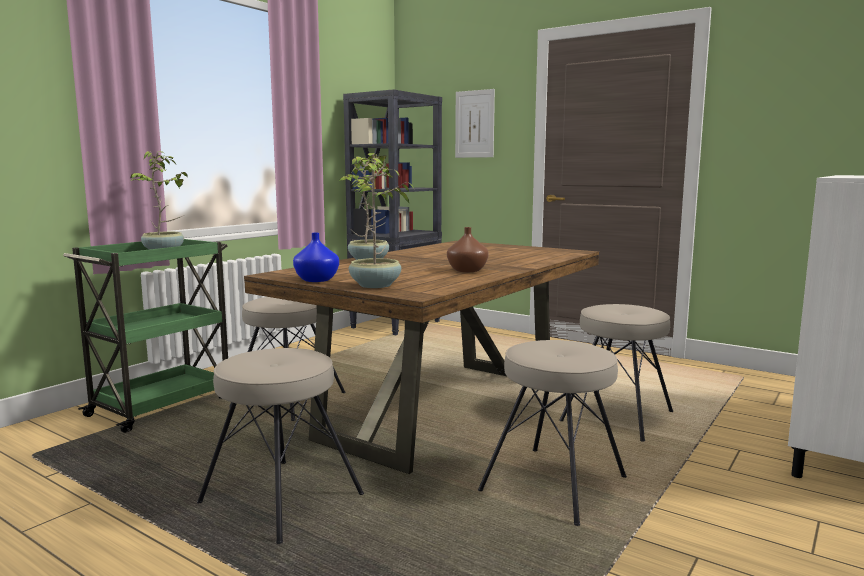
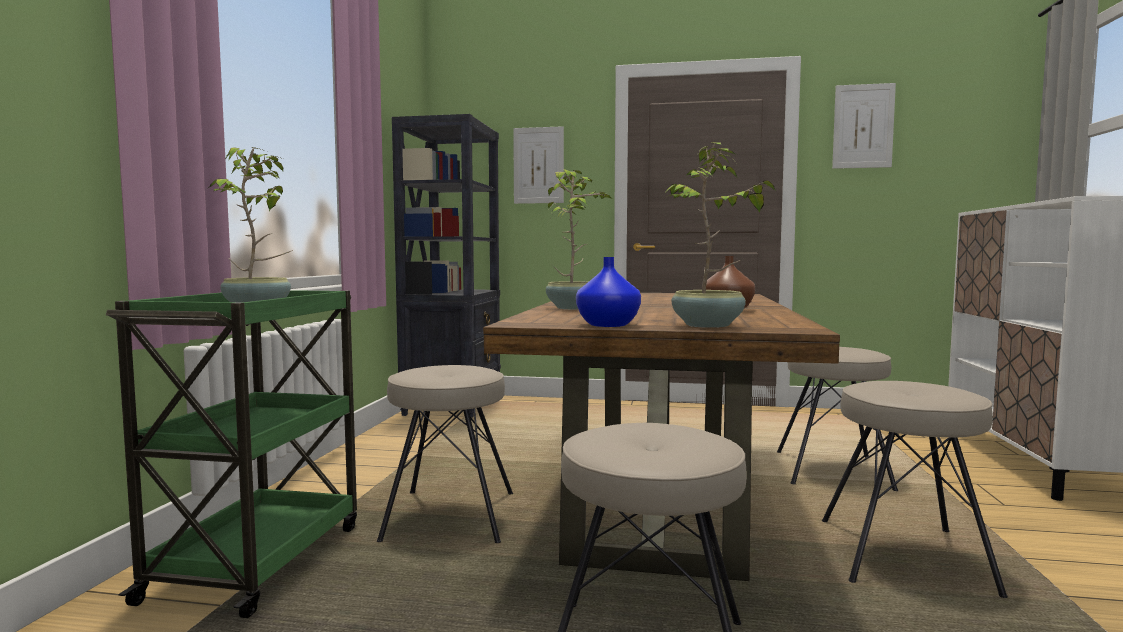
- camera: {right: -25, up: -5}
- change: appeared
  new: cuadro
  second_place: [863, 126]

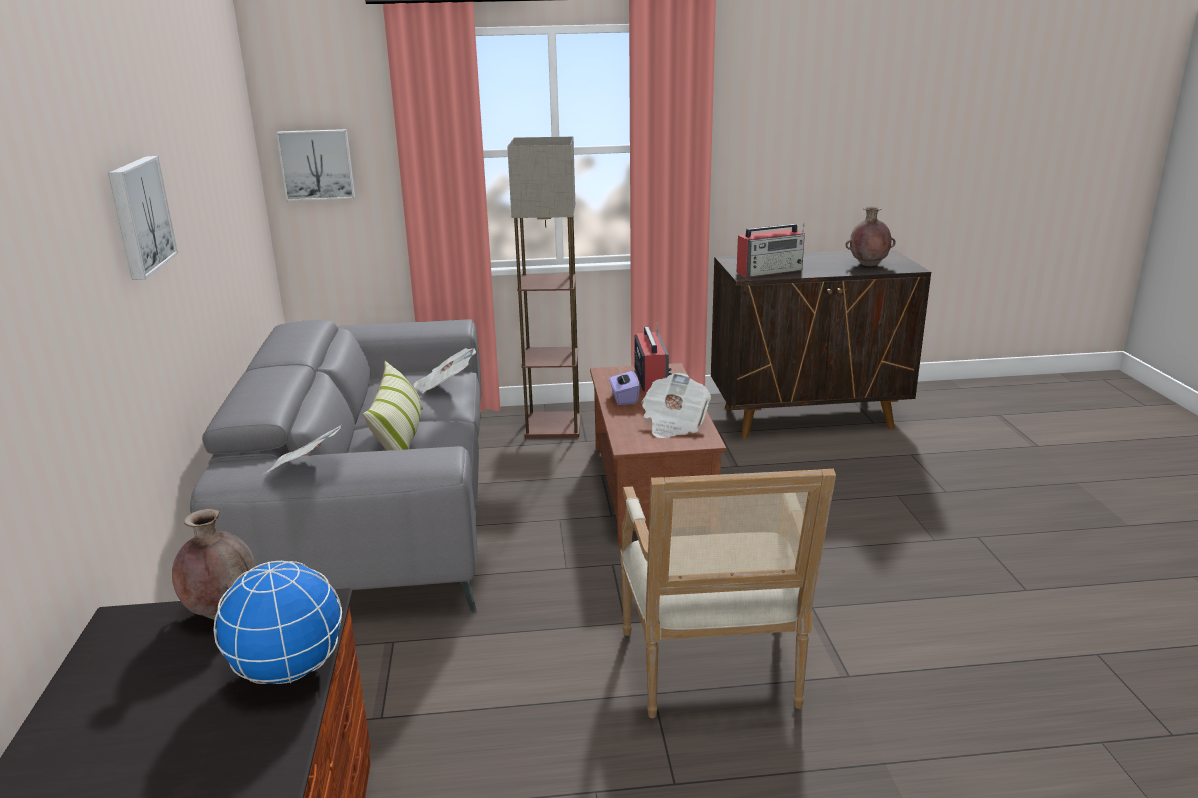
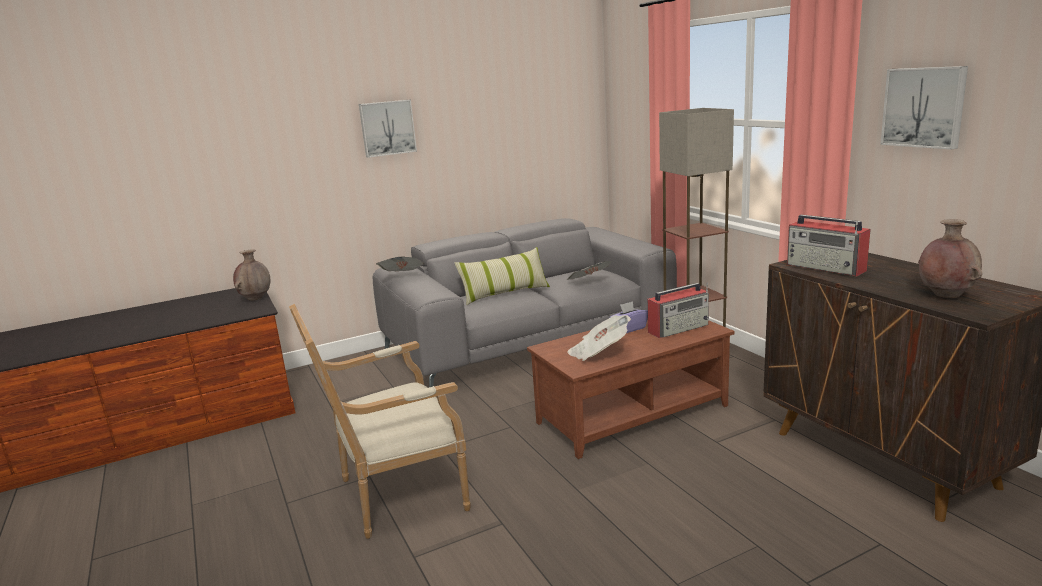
- camera: {right: 70, up: -5}
- change: relocated
  old: cuadro
  first_place: [317, 164]
  second_place: [924, 107]
- change: missing
  old: globo terráqueo
  first_place: [288, 670]

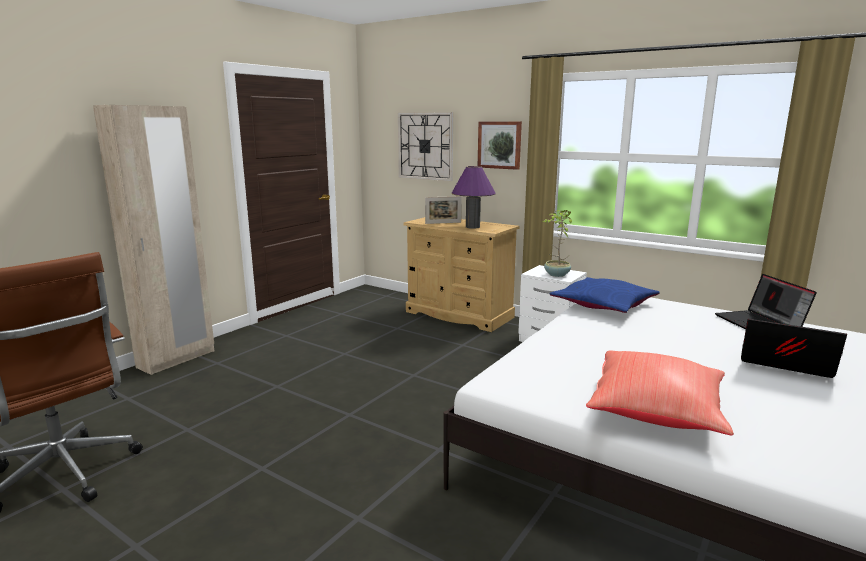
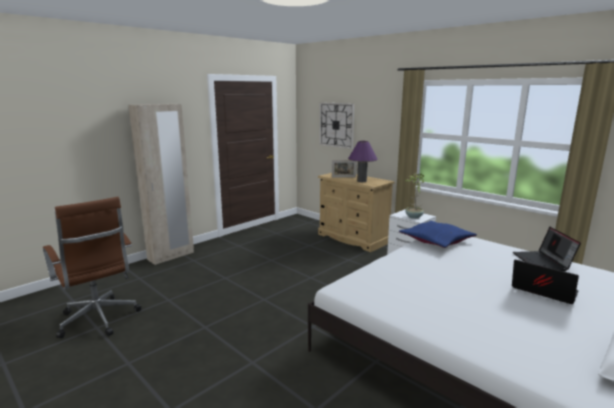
- camera: {right: 10, up: 0}
- change: missing
  old: cuadro
  first_place: [500, 145]
- change: missing
  old: cojín (rojo)
  first_place: [657, 413]

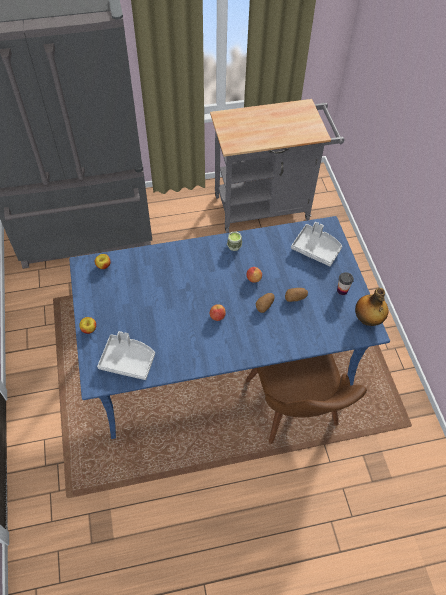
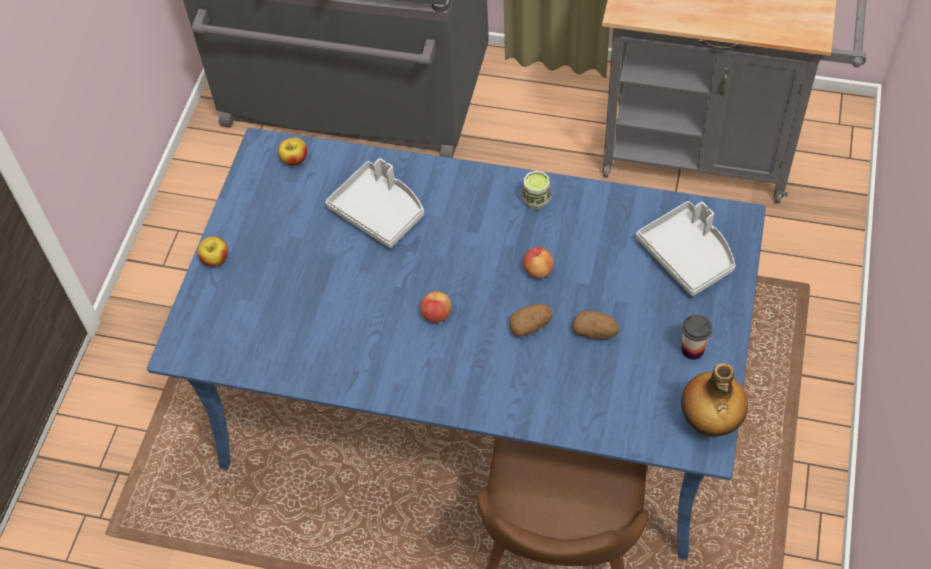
- camera: {right: 30, up: 0}
- change: relocated
  old: bandeja (gris)
  first_place: [128, 360]
  second_place: [379, 211]

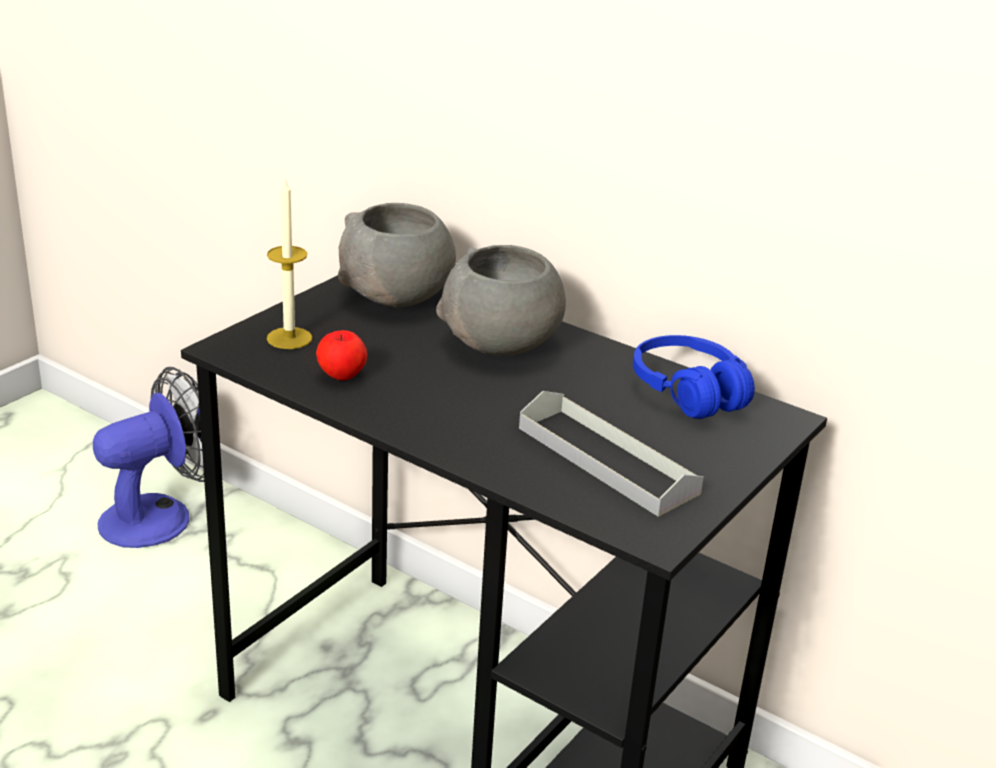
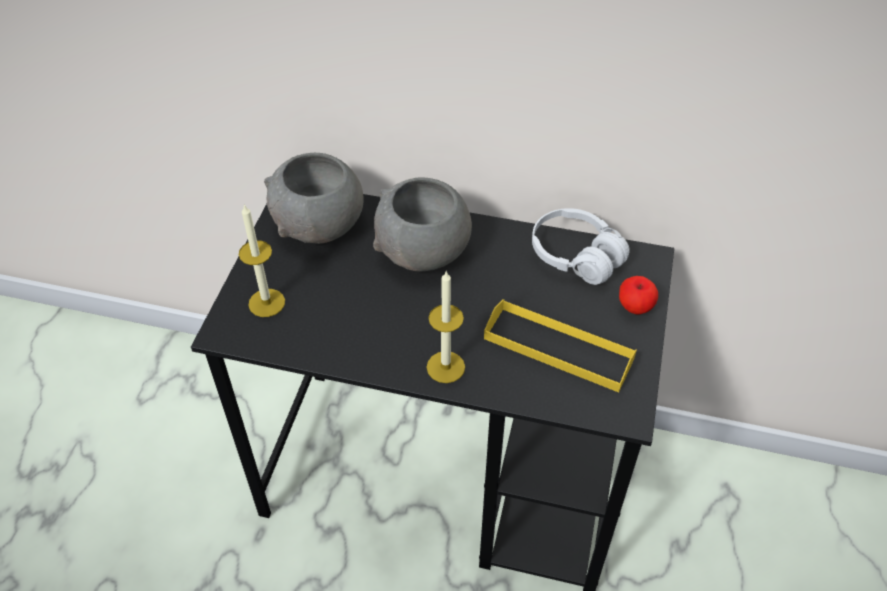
- camera: {right: -20, up: 20}
- change: relocated
  old: manzana
  first_place: [342, 375]
  second_place: [635, 306]
- change: colour
  old: auriculares (azul)
  new: auriculares (blanco)
  first_place: [688, 392]
  second_place: [576, 256]
- change: missing
  old: ventilador
  first_place: [160, 515]
- change: colour
  old: bandeja (gris)
  new: bandeja (amarillo)
  first_place: [606, 460]
  second_place: [558, 348]
- change: appeared
  new: vela
  second_place: [445, 367]

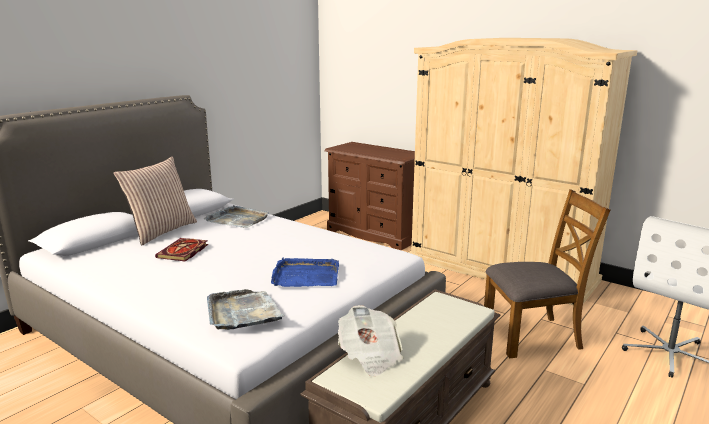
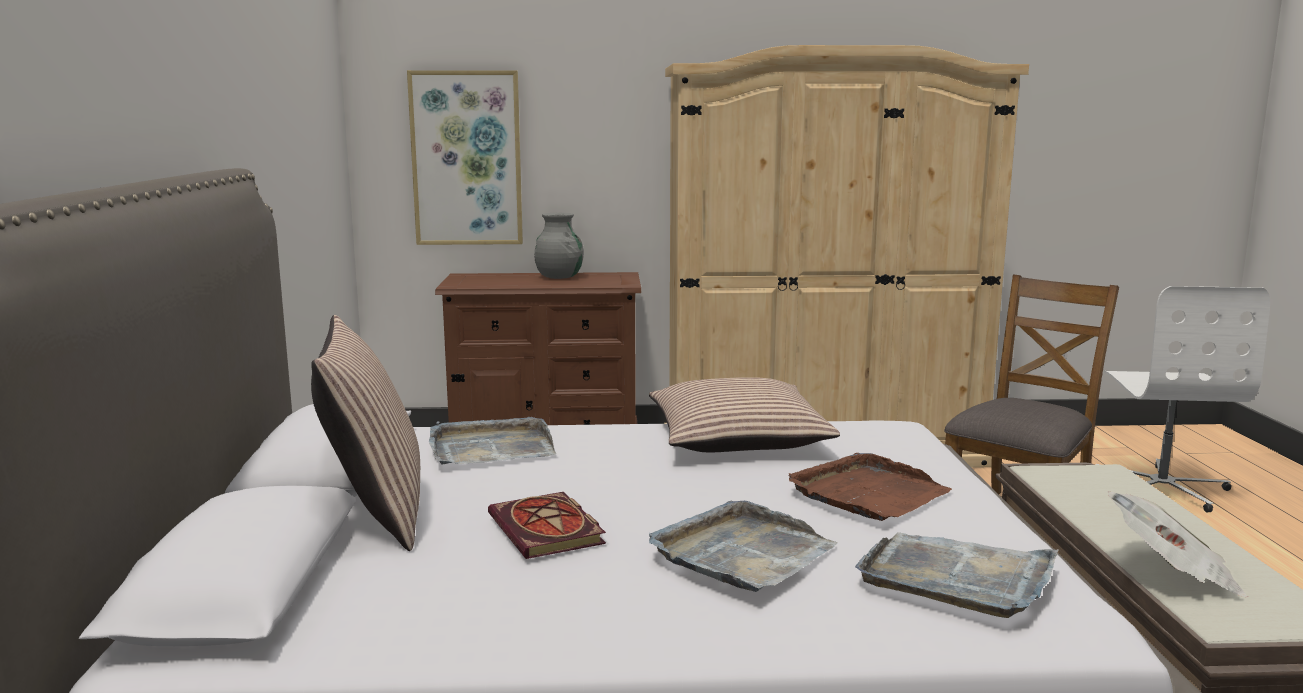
- camera: {right: -40, up: -5}
- change: colour
  old: bandeja (azul)
  new: bandeja (marrón)
  first_place: [305, 276]
  second_place: [868, 493]
- change: appeared
  new: cuadro
  second_place: [466, 158]
- change: appeared
  new: florero (gris)
  second_place: [559, 277]
- change: appeared
  new: cojín
  second_place: [737, 438]
- change: appeared
  new: bandeja (gris)
  second_place: [742, 553]

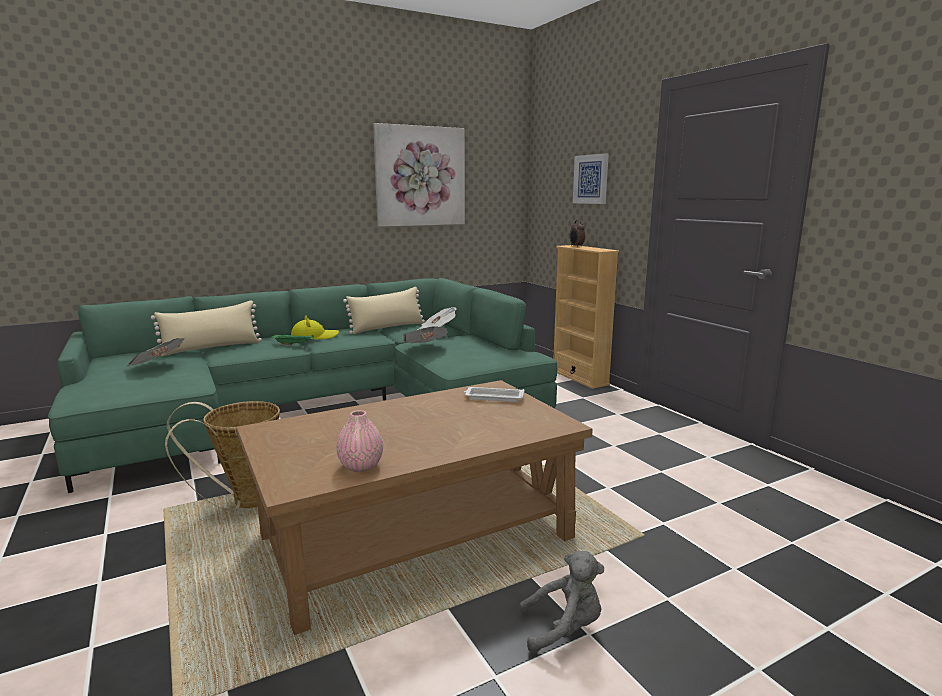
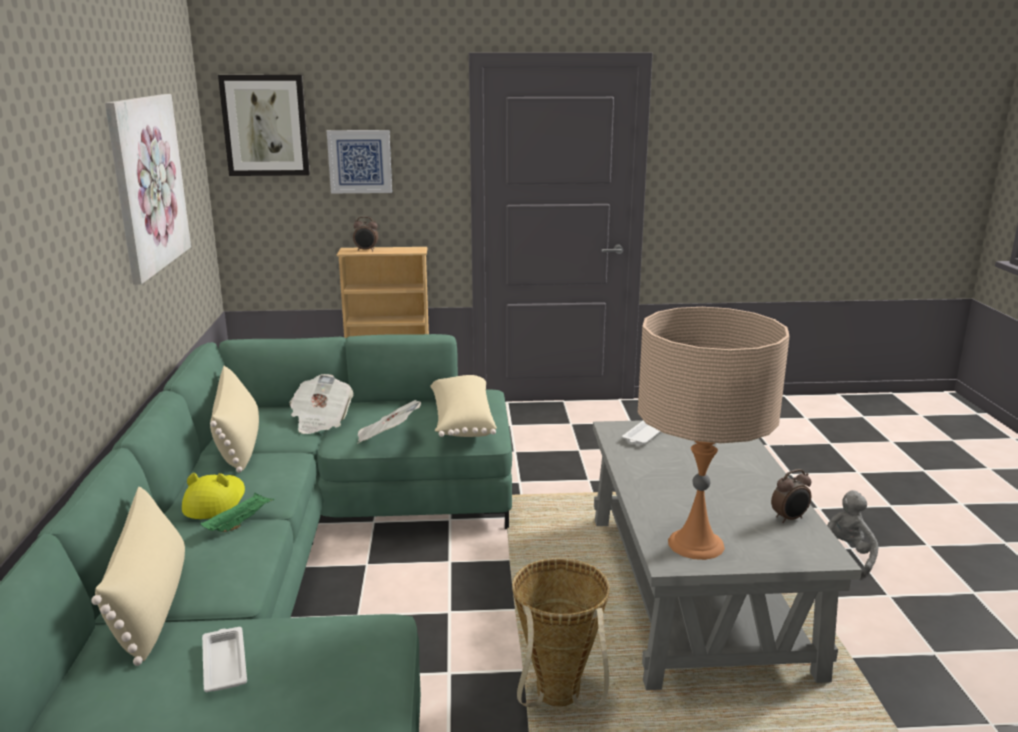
- camera: {right: -65, up: 5}
- change: exchanged
  old: periódico
  new: bandeja (blanco)
  first_place: [157, 366]
  second_place: [224, 663]
- change: colour
  old: mesa de centro (marrón)
  new: mesa de centro (gris)
  first_place: [417, 536]
  second_place: [694, 590]
- change: exchanged
  old: florero (rosa)
  new: despertador
  first_place: [361, 466]
  second_place: [789, 519]
- change: appeared
  new: cuadro
  second_place: [265, 125]
- change: appeared
  new: lámpara de mesa (beis)
  second_place: [696, 544]
- change: appeared
  new: cojín (beis)
  second_place: [461, 421]

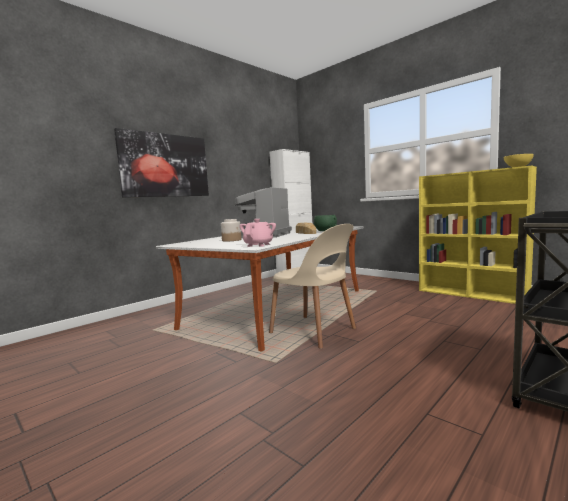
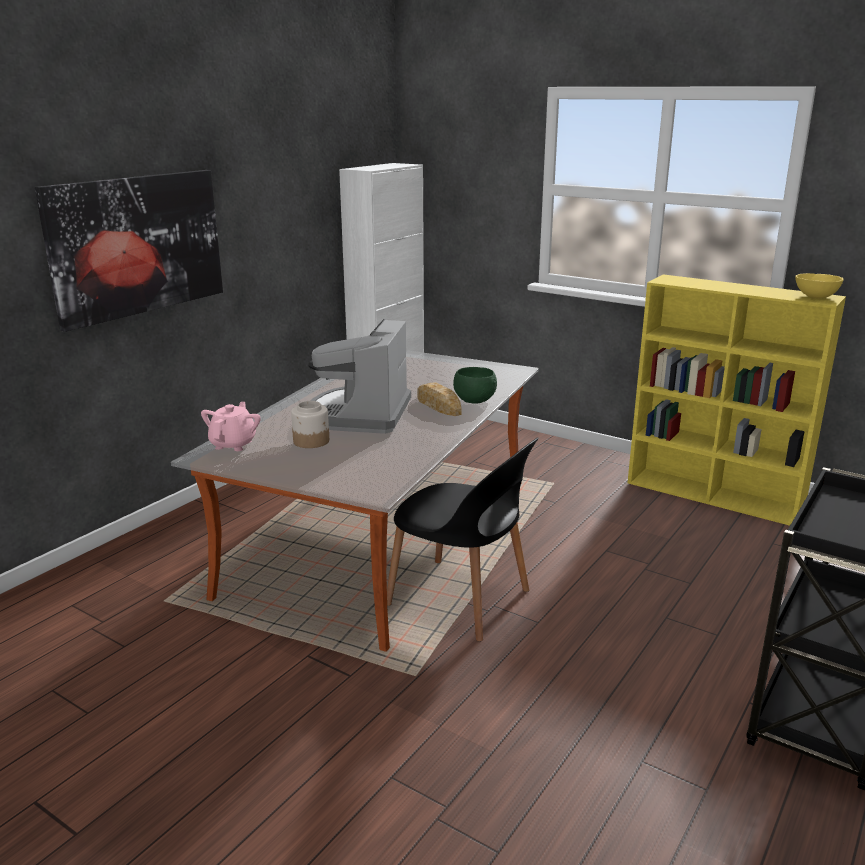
- camera: {right: -10, up: 15}
- change: relocated
  old: tetera (rosa)
  first_place: [258, 245]
  second_place: [233, 444]
- change: colour
  old: silla (beis)
  new: silla (negro)
  first_place: [314, 331]
  second_place: [461, 599]

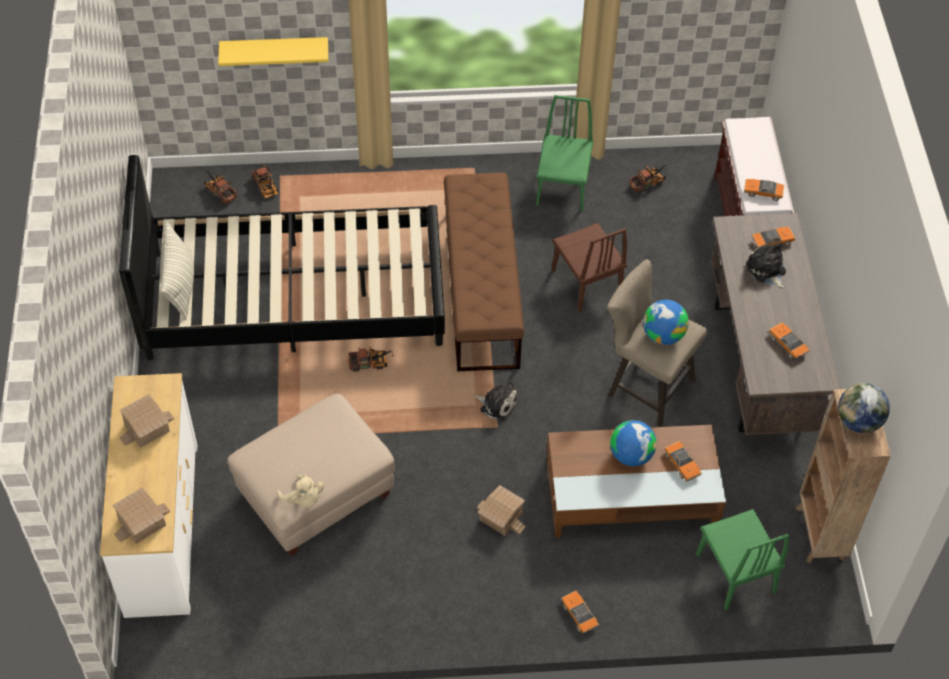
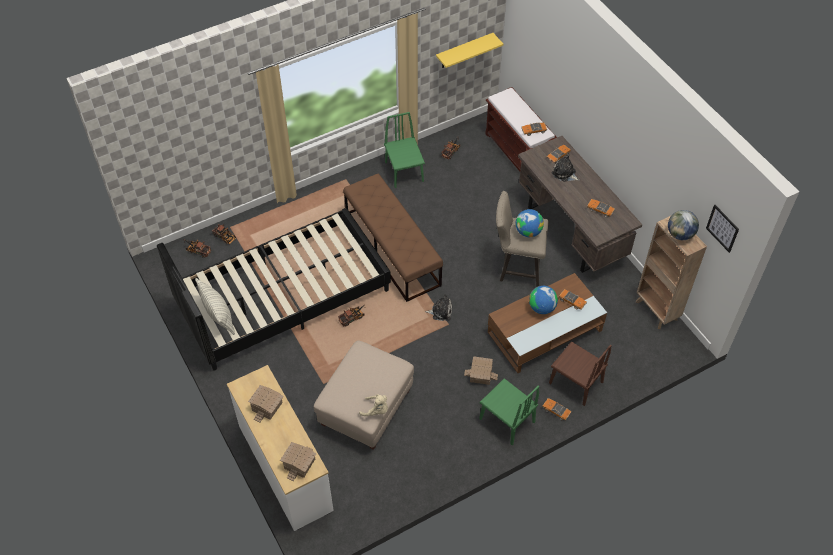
- camera: {right: -25, up: 0}
- change: relocated
  old: estante (amarillo)
  first_place: [275, 51]
  second_place: [464, 51]
- change: relocated
  old: silla (marrón)
  first_place: [586, 282]
  second_place: [575, 382]
- change: relocated
  old: silla (verde)
  first_place: [735, 573]
  second_place: [507, 420]
- change: appeared
  new: cuadro
  second_place: [722, 228]

